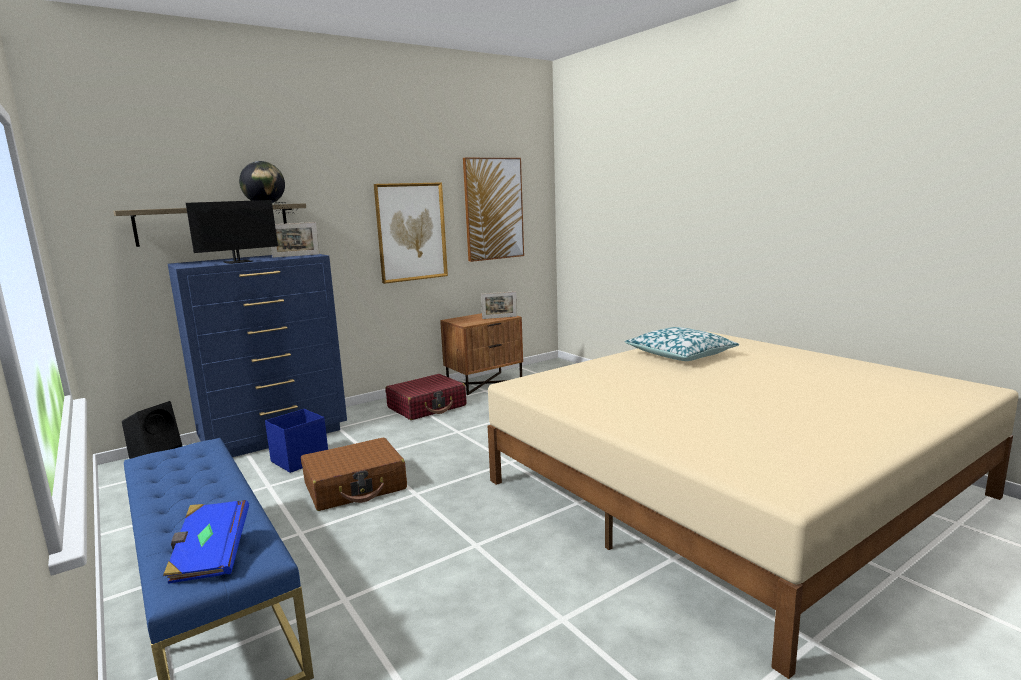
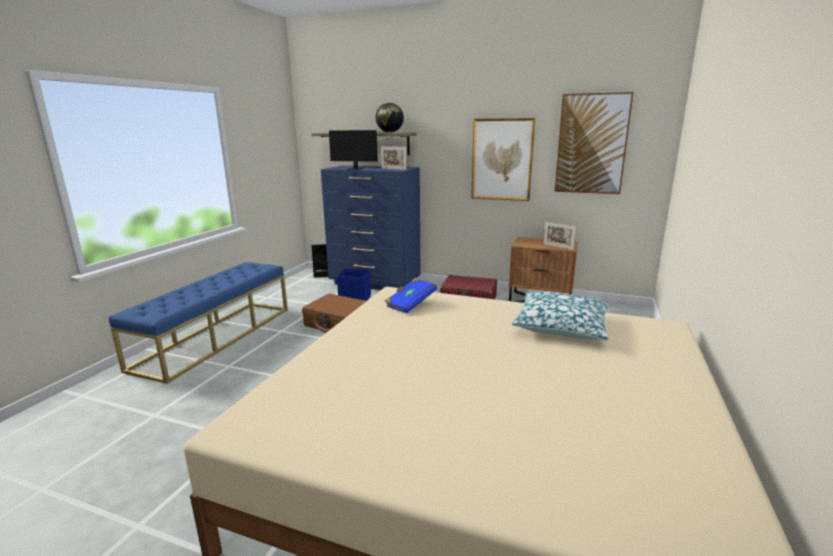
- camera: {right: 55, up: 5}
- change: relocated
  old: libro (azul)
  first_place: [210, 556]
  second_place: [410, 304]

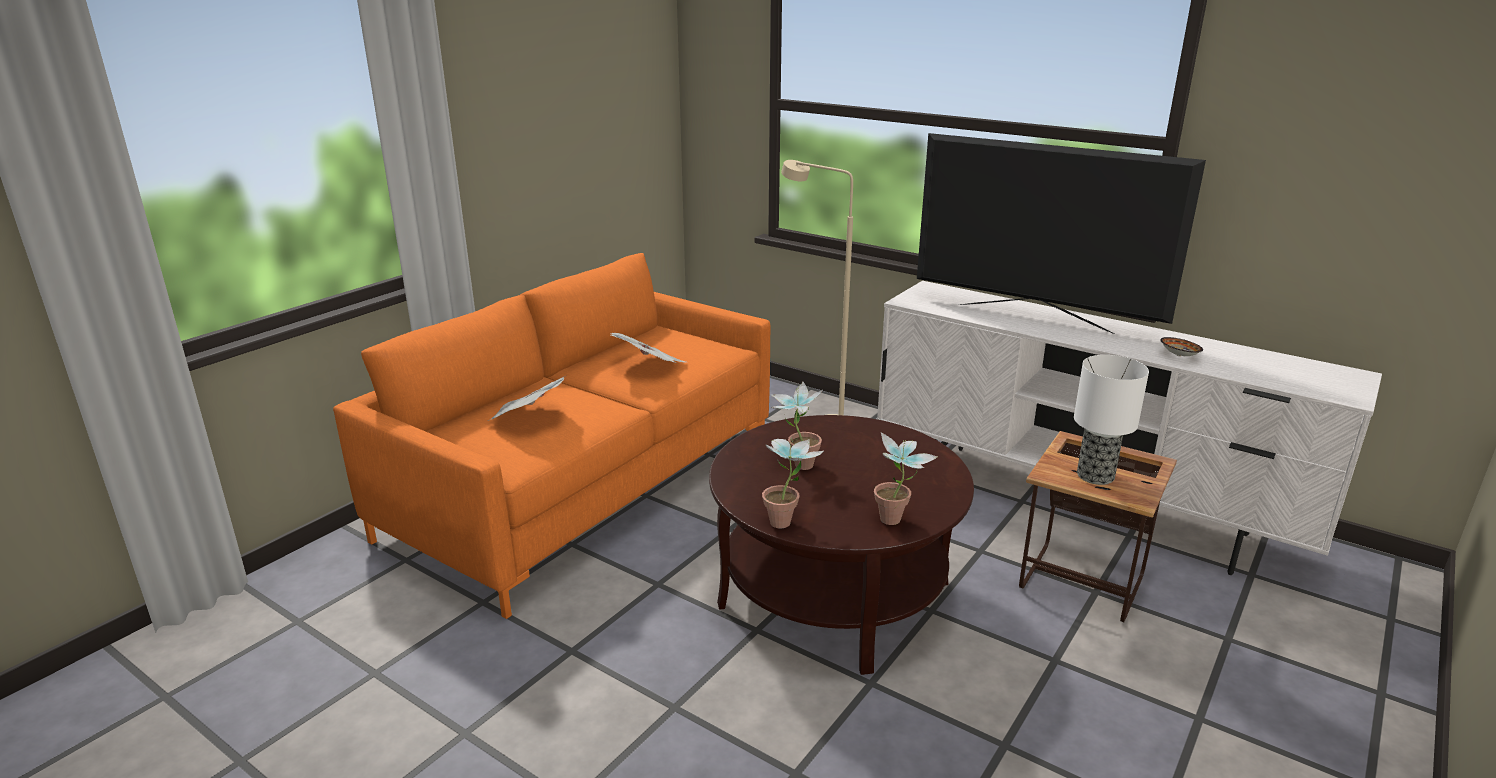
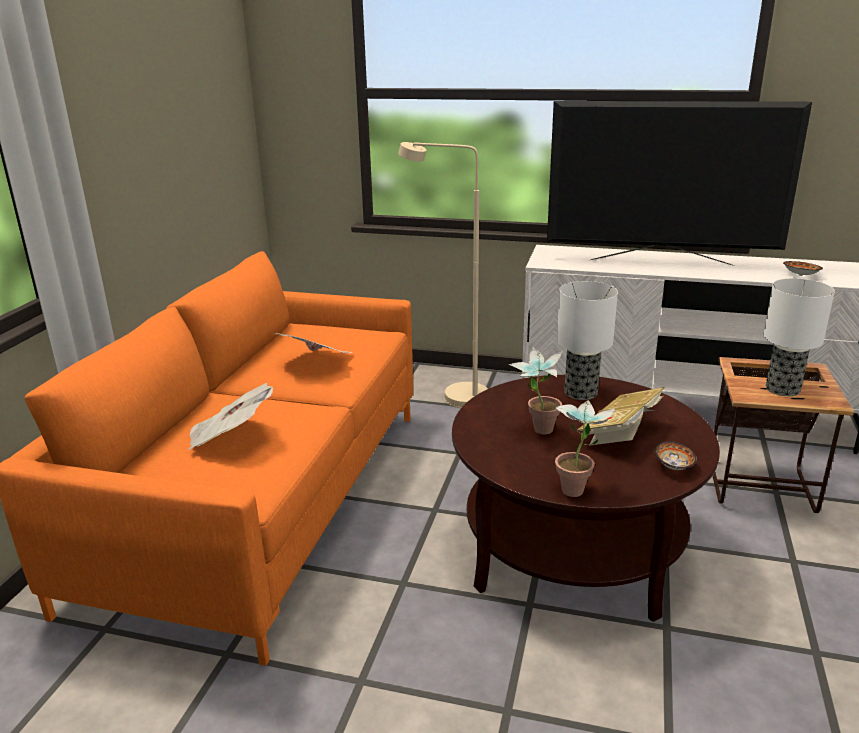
- camera: {right: -20, up: 0}
- change: exchanged
  old: planta en maceta
  new: cuenco
  first_place: [896, 522]
  second_place: [673, 466]
- change: appeared
  new: lámpara de mesa
  second_place: [581, 393]
- change: appeared
  new: libro
  second_place: [622, 434]

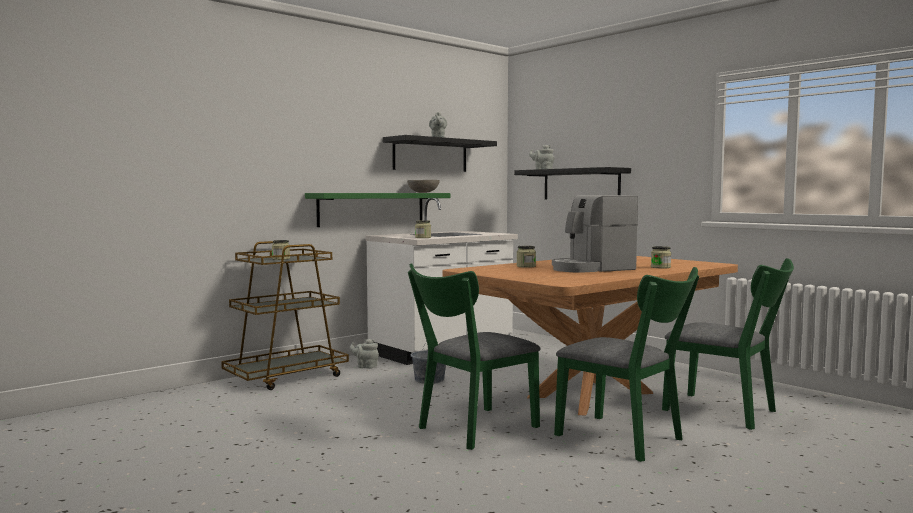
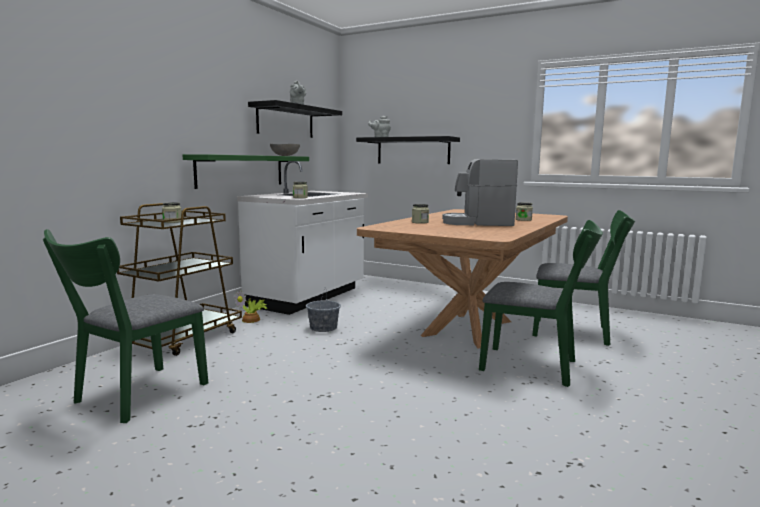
- camera: {right: -20, up: 5}
- change: spun
  old: cafetera
  first_place: [591, 269]
  second_place: [478, 223]
  degrees: 45
- change: relocated
  old: silla (verde)
  first_place: [472, 429]
  second_place: [134, 396]
- change: exchanged
  old: tetera (gris)
  new: planta en maceta
  first_place: [365, 366]
  second_place: [252, 320]

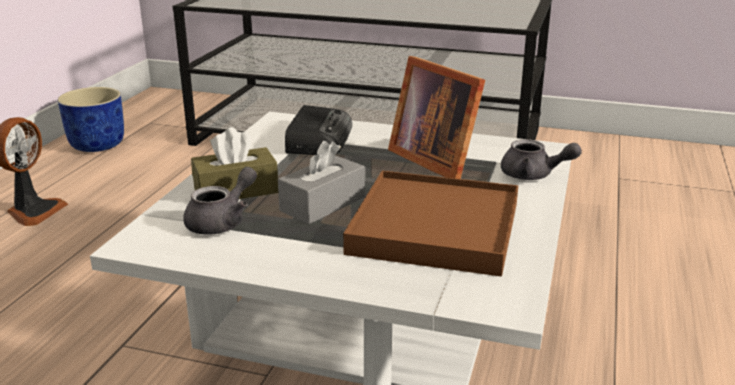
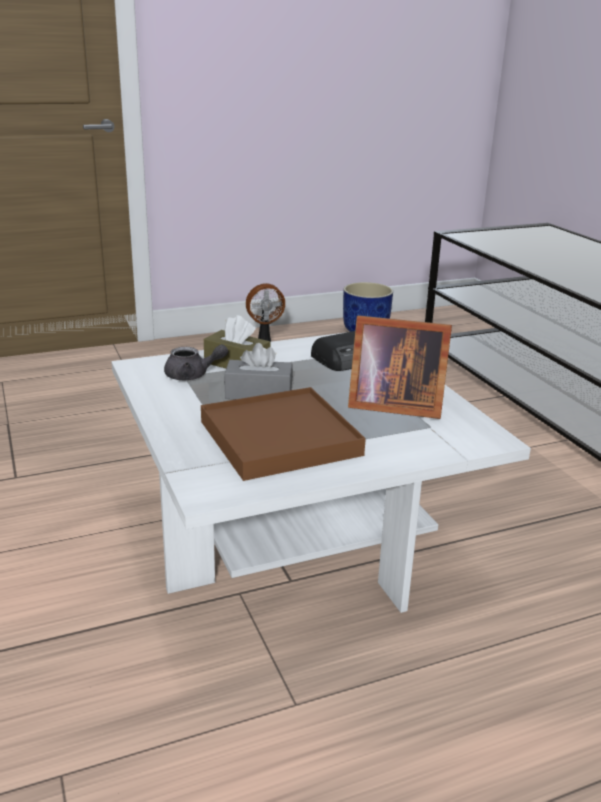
- camera: {right: 50, up: 0}
- change: spun
  old: portarretratos
  first_place: [435, 159]
  second_place: [392, 404]
  degrees: -90
- change: missing
  old: tetera (gris)
  first_place: [533, 175]

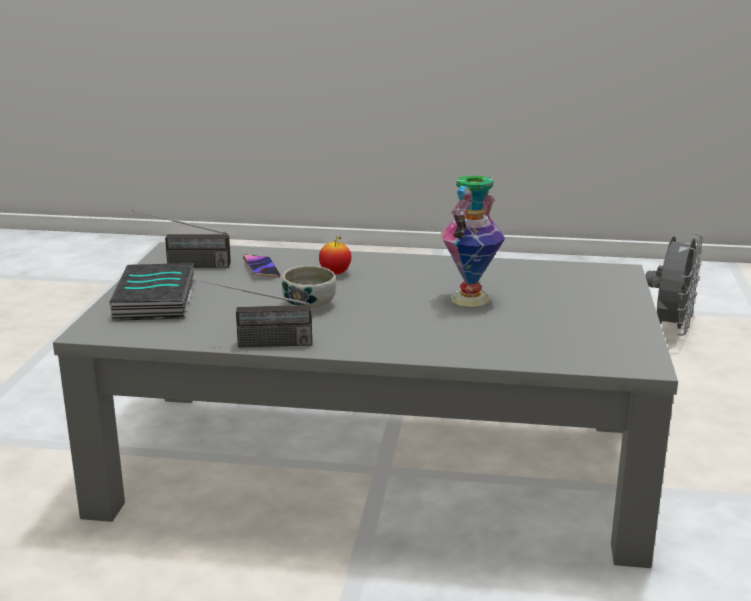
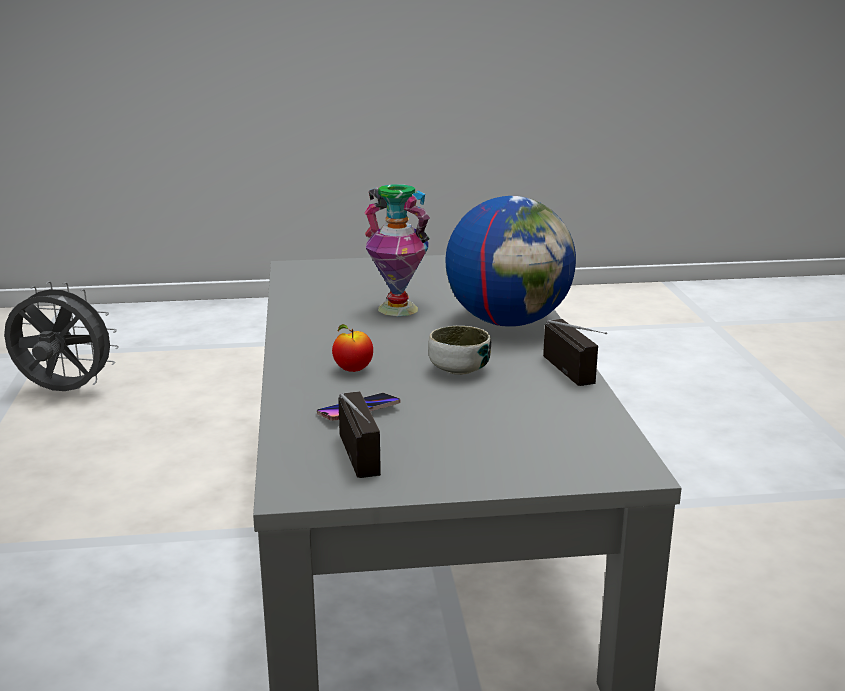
- camera: {right: -105, up: 0}
- change: missing
  old: libro
  first_place: [157, 300]
- change: appeared
  new: globo terráqueo
  second_place: [508, 322]

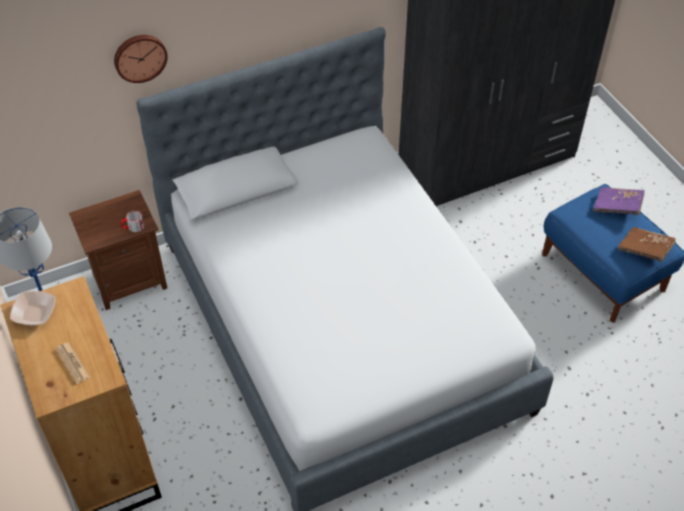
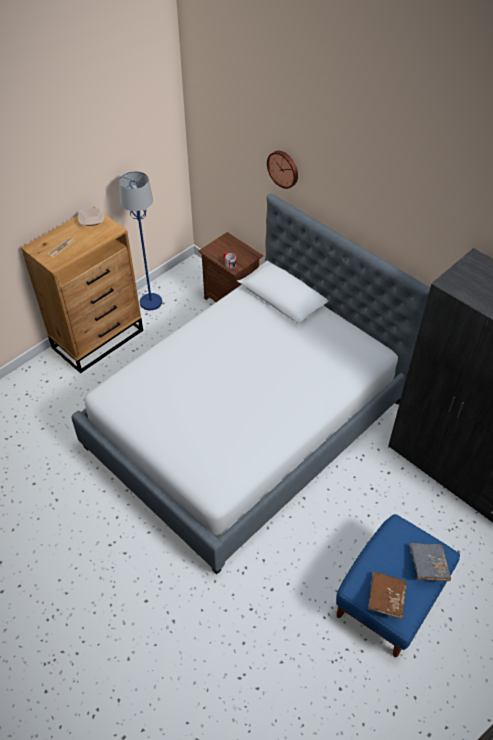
- camera: {right: 70, up: 0}
- change: colour
  old: libro (morado)
  new: libro (gris)
  first_place: [617, 206]
  second_place: [428, 565]

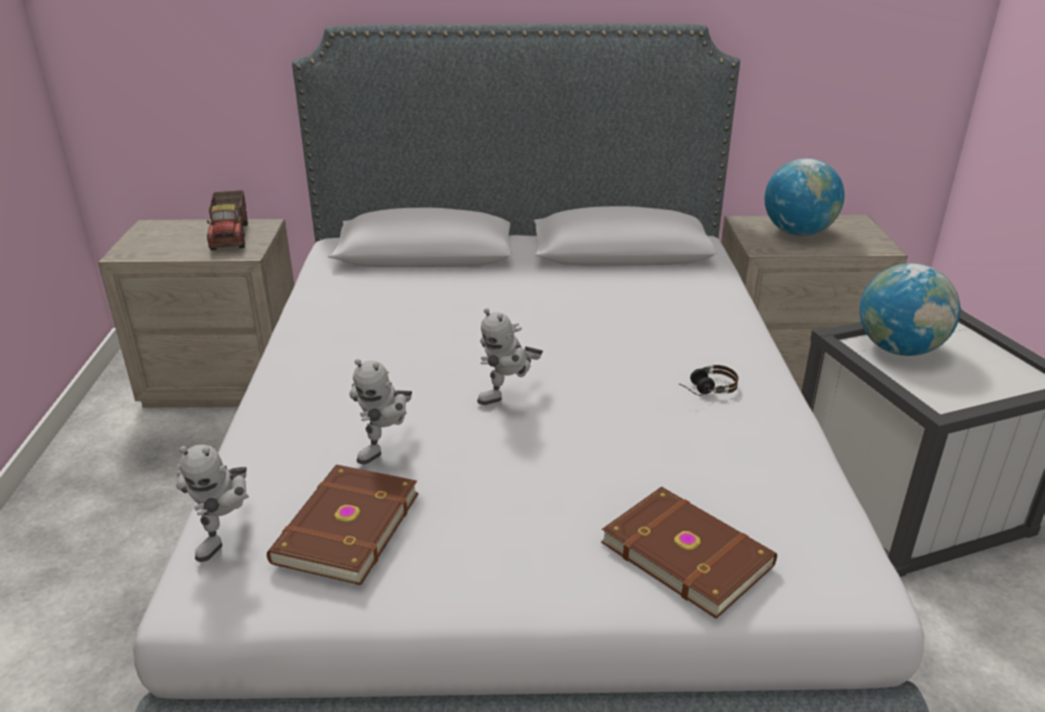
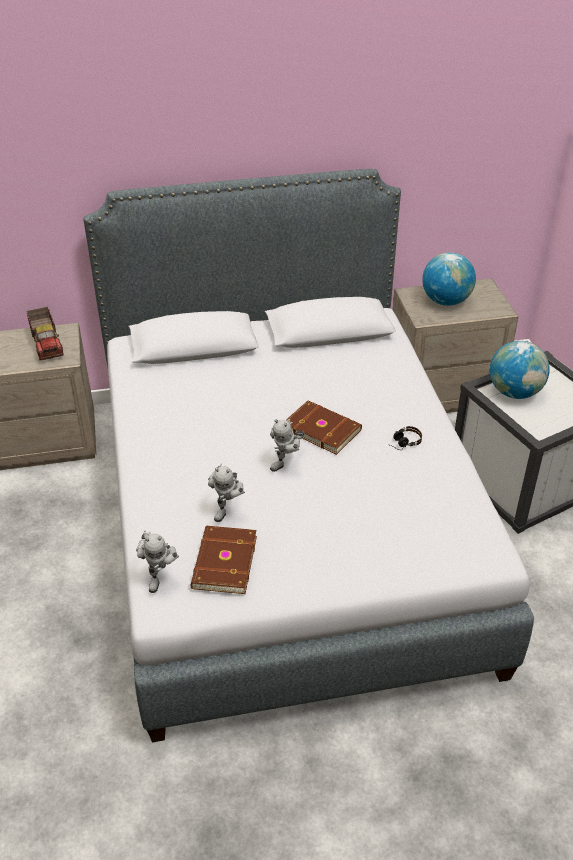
- camera: {right: -10, up: 10}
- change: relocated
  old: libro (marrón)
  first_place: [687, 552]
  second_place: [322, 429]

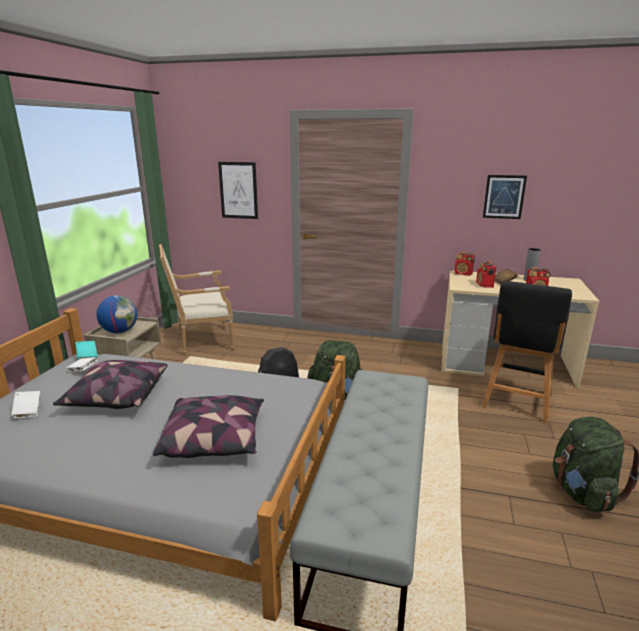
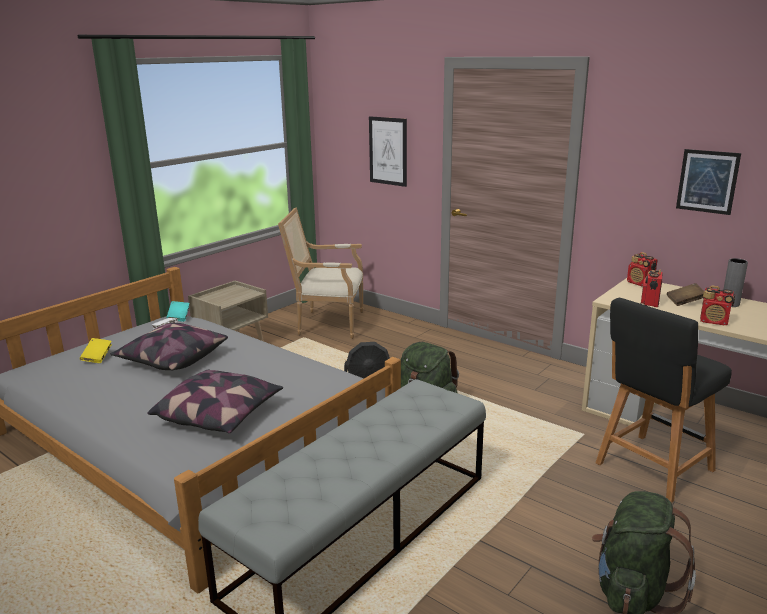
- camera: {right: 25, up: 0}
- change: missing
  old: globo terráqueo
  first_place: [120, 331]
- change: colour
  old: libro (blanco)
  new: libro (amarillo)
  first_place: [28, 411]
  second_place: [97, 357]

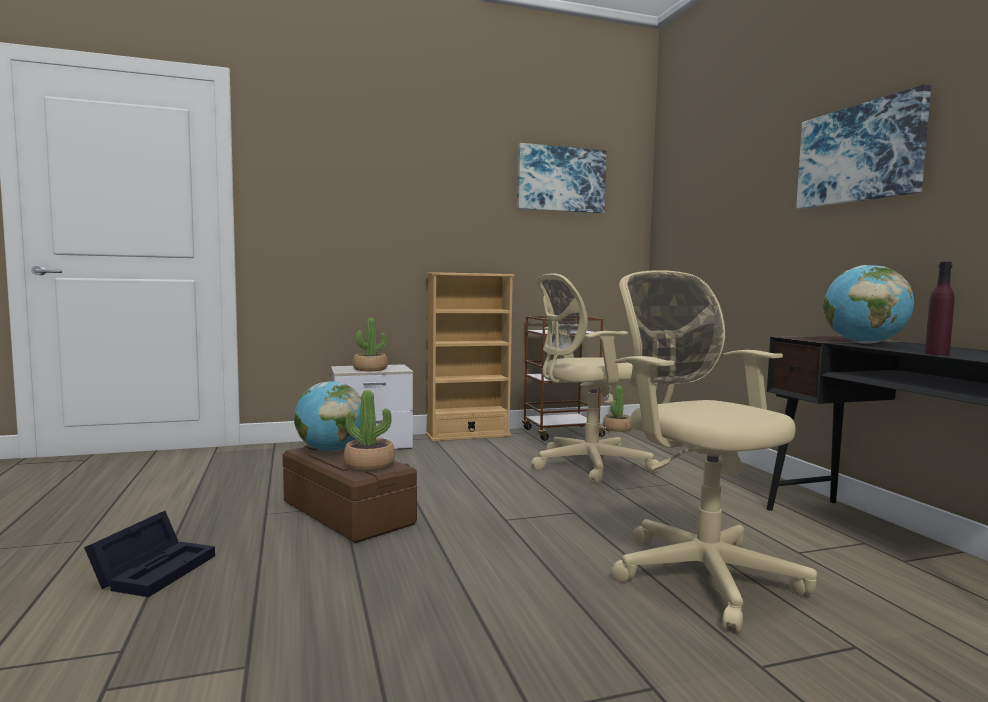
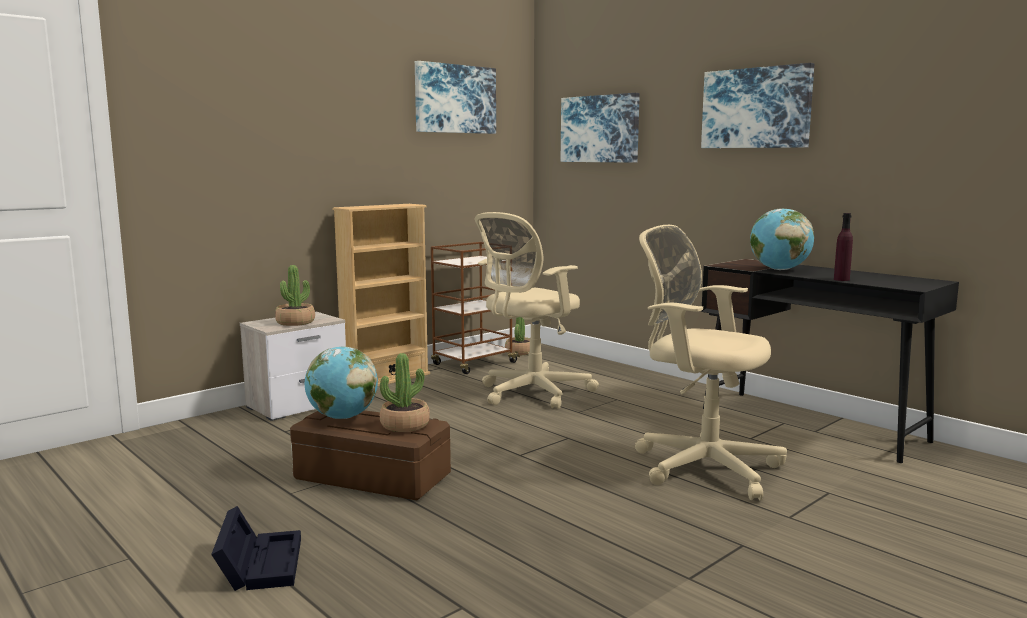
- camera: {right: -25, up: 5}
- change: appeared
  new: cuadro
  second_place: [600, 129]

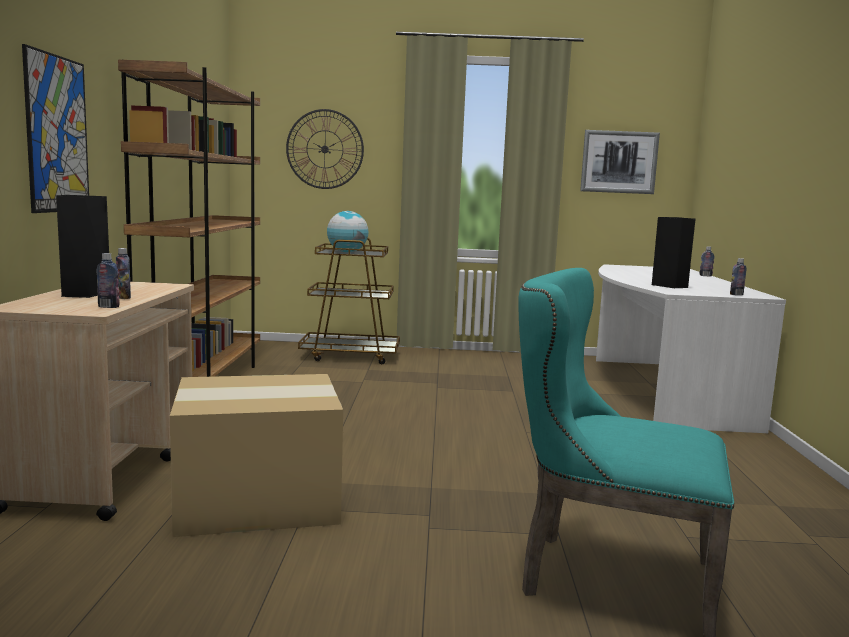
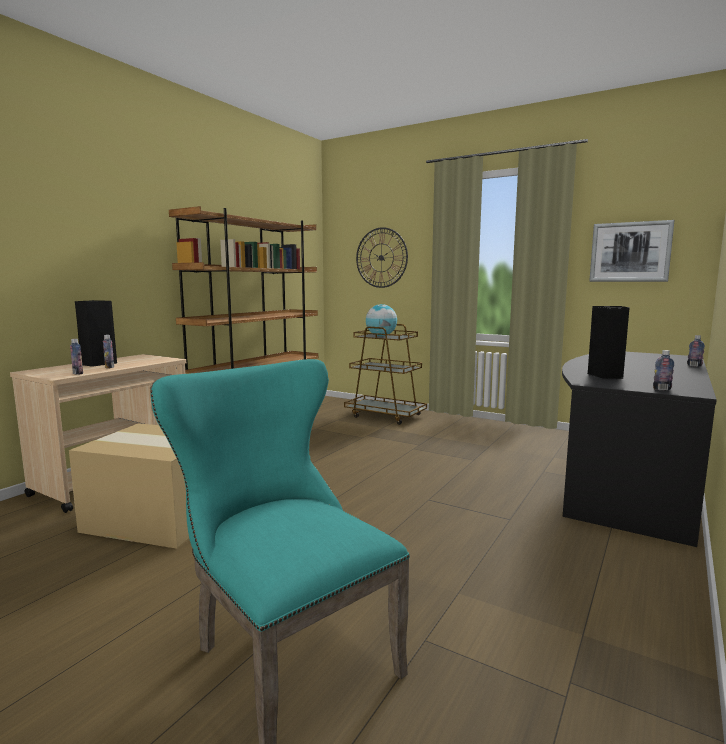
- camera: {right: 30, up: 0}
- change: missing
  old: cuadro
  first_place: [57, 134]
- change: colour
  old: escritorio (blanco)
  new: escritorio (negro)
  first_place: [659, 390]
  second_place: [627, 479]

